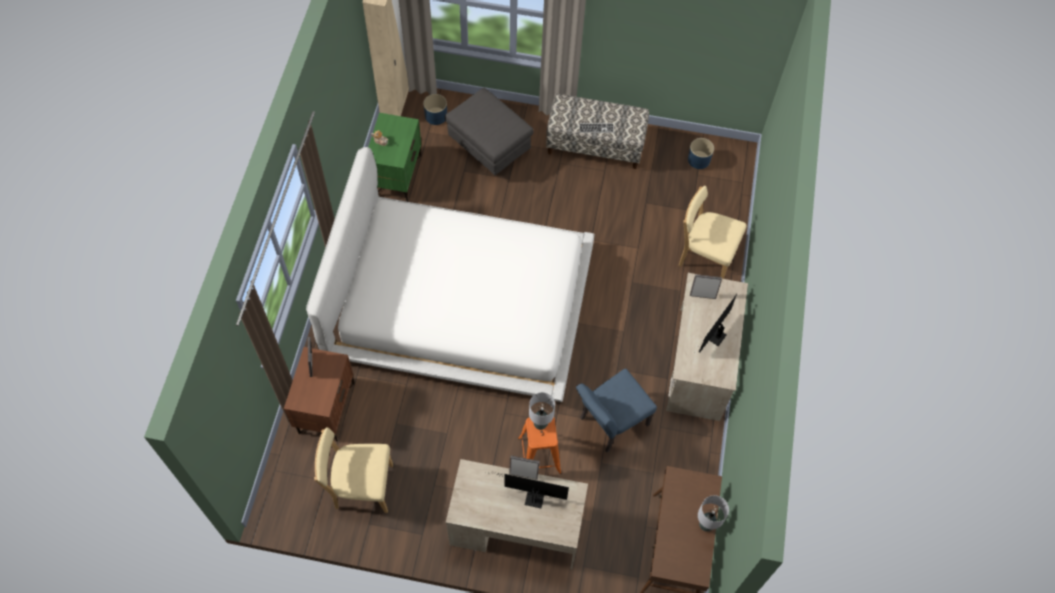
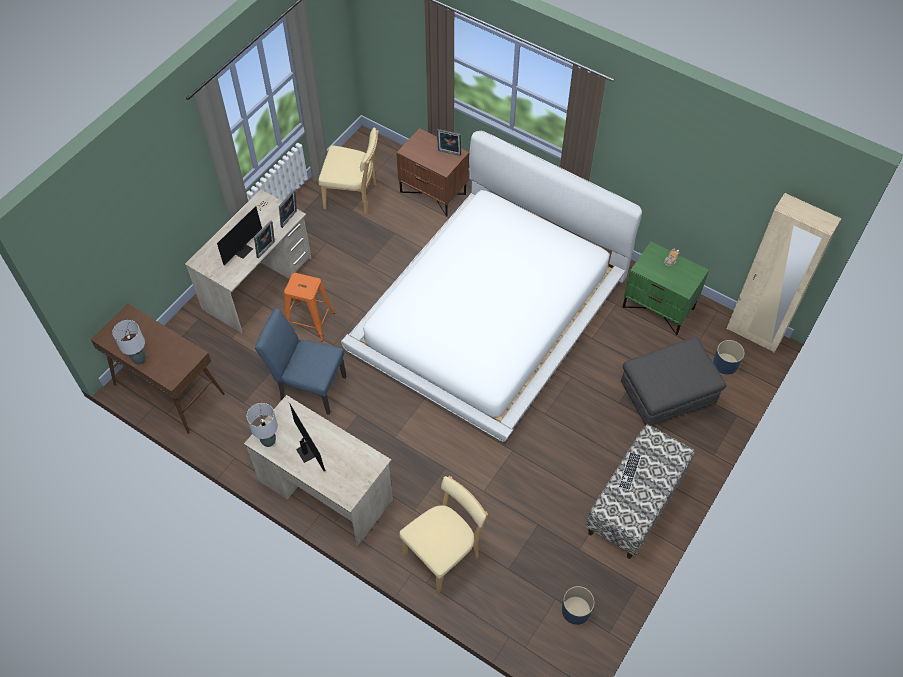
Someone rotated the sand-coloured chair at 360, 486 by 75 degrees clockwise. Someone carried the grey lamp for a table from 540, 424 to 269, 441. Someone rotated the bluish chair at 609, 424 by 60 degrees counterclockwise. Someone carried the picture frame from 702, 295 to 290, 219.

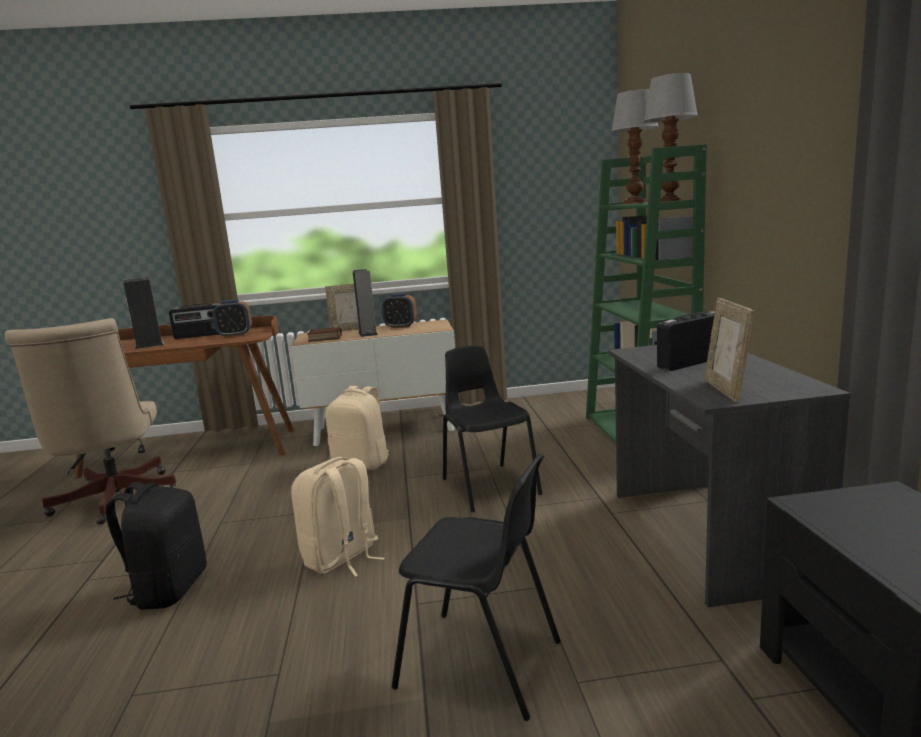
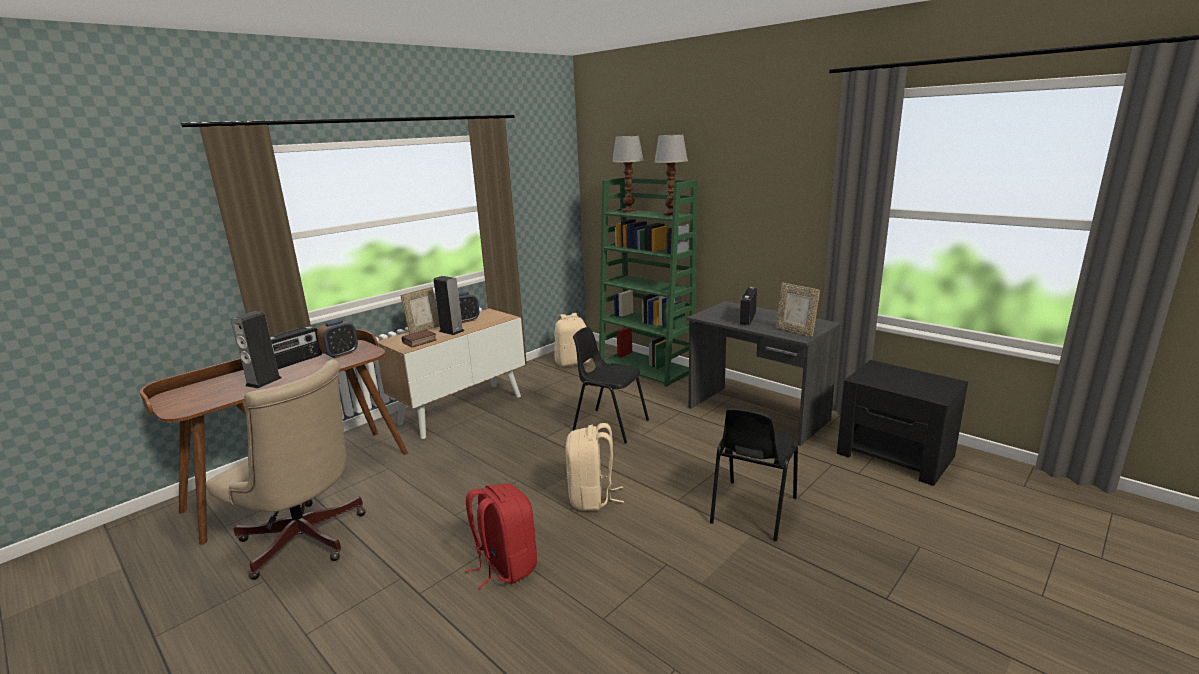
Someone repainted the blackish rucksack at 168, 589, which became the reddish rucksack at 505, 566. Someone carried the sand-coloured rucksack from 362, 463 to 573, 362. Someone rotated the blackish chair at 481, 664 by 135 degrees clockwise.

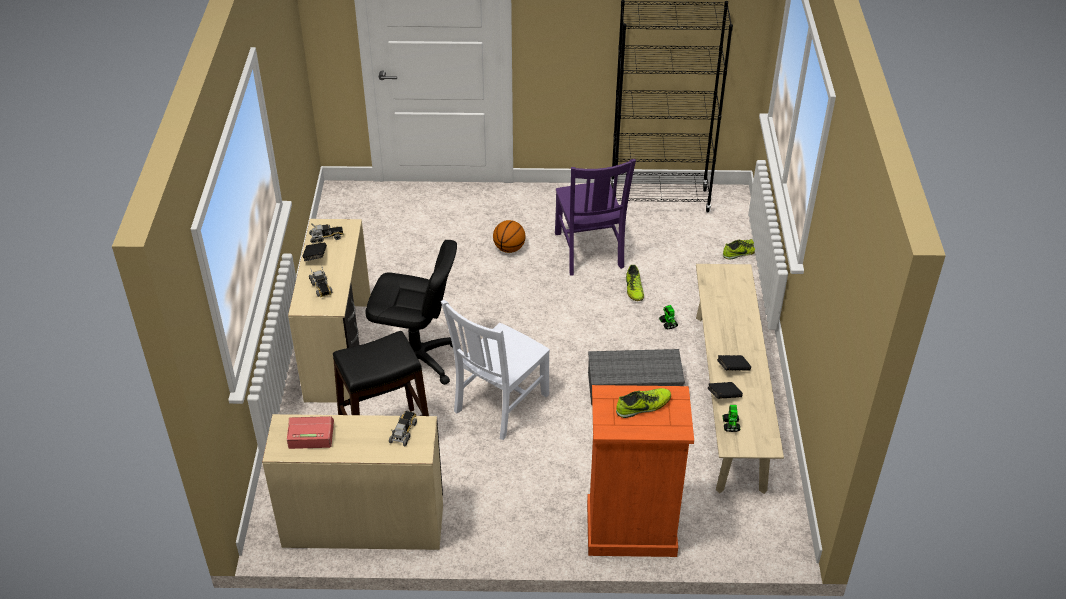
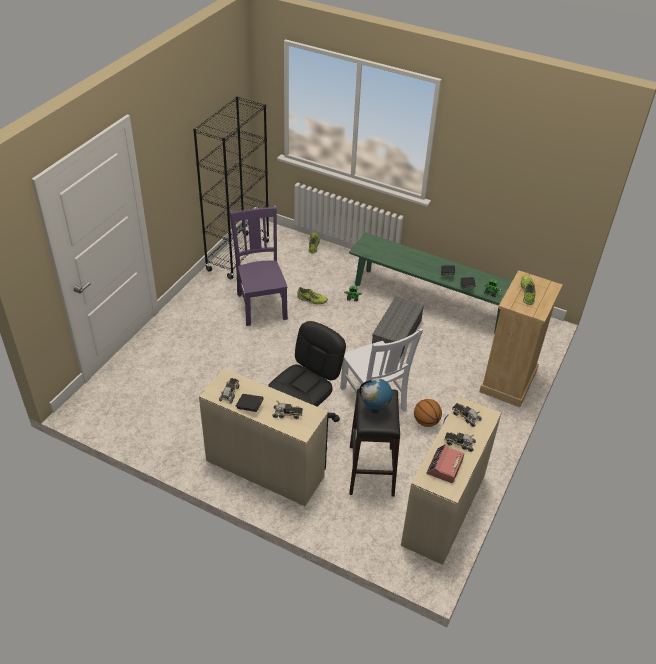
Someone carried the ball for basketball from 509, 248 to 426, 421. Someone rotated the purple chair at 589, 252 by 120 degrees counterclockwise. Someone repainted the orangey drawer chest at 630, 529, which became the sand-coloured drawer chest at 508, 381. Someone repainted the sand-coloured indoor bench at 729, 399, which became the green indoor bench at 430, 301. Someone put down the desk globe at 375, 409. Someone put down the model truck at 459, 443.

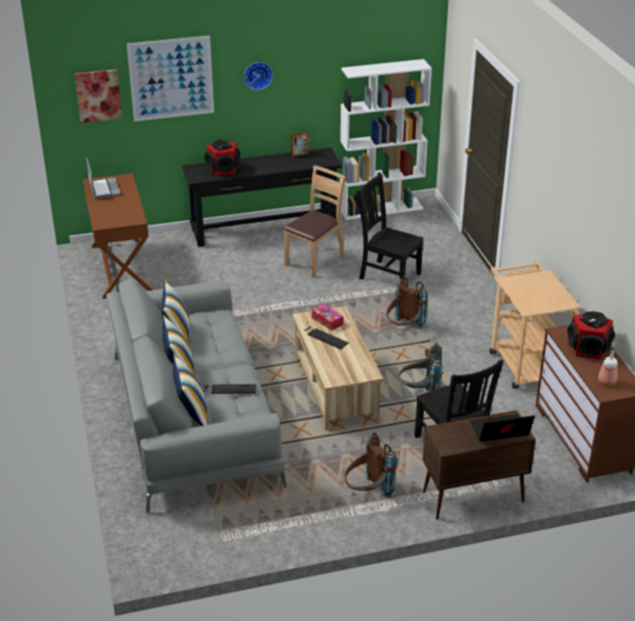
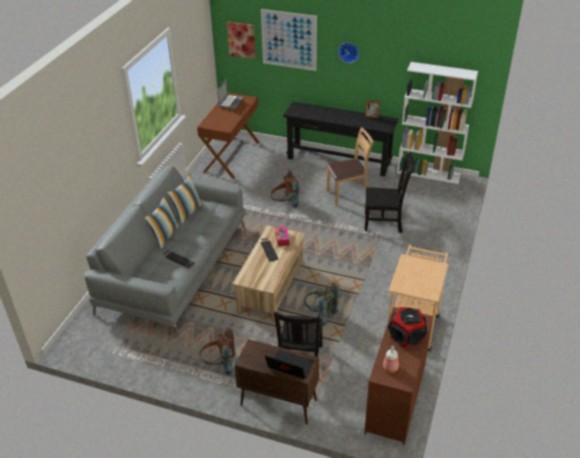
Someone took away the pillow at 191, 413. Someone took away the audio speaker at 224, 169. Someone rotated the blackish chair at 388, 275 by 120 degrees clockwise. Someone carried the brown rucksack from 403, 329 to 284, 204.

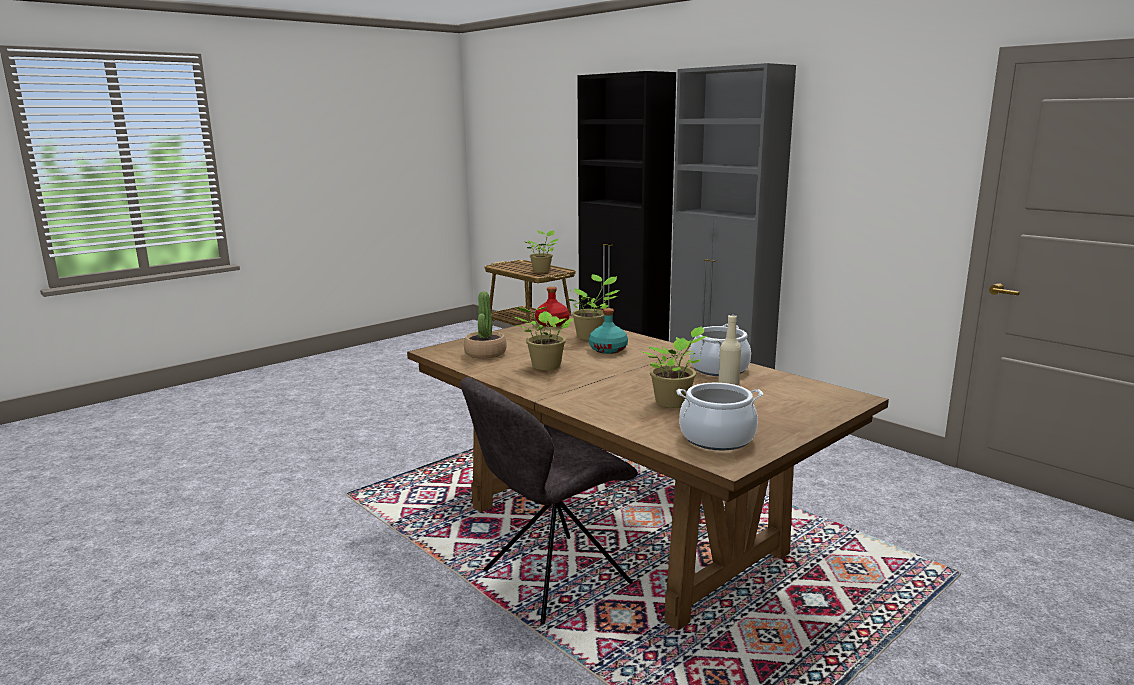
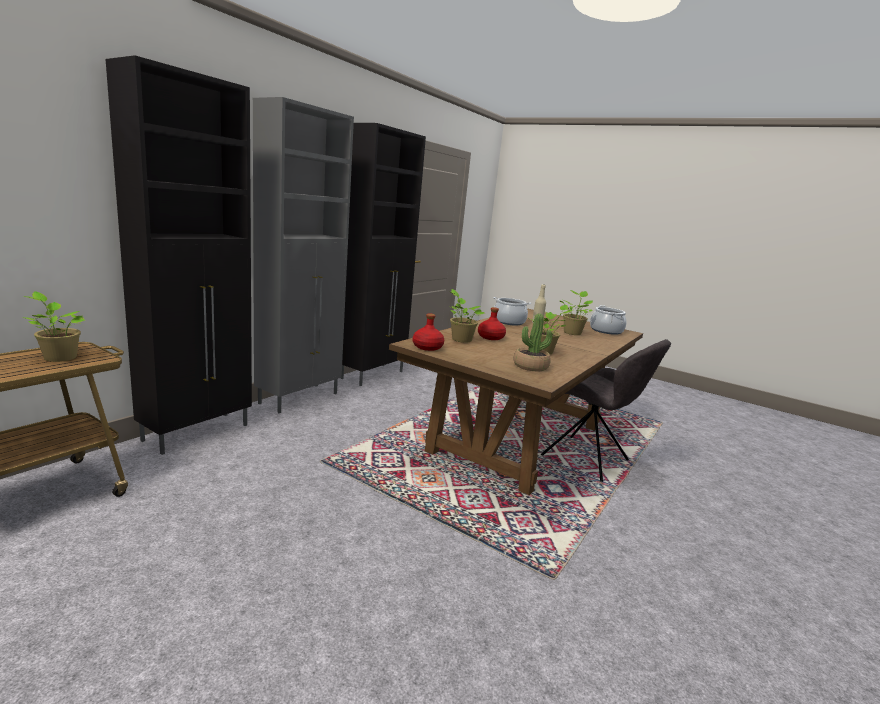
Someone repainted the turquoise-coloured bottle at 608, 349, which became the reddish bottle at 490, 337. Someone put down the blackish cabinet at 373, 375.

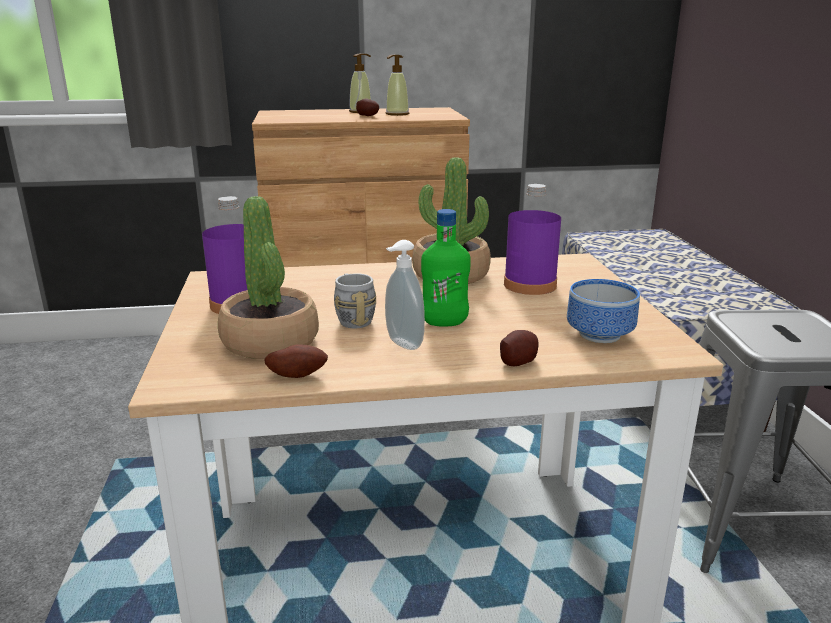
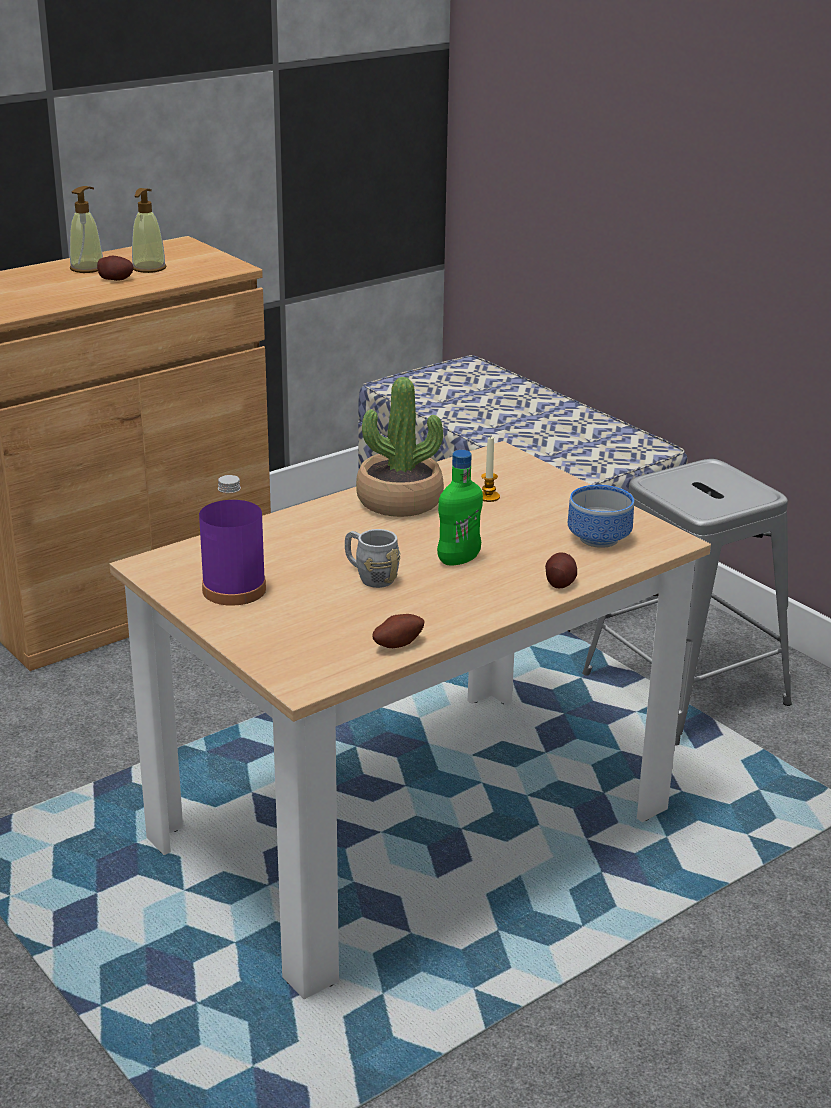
Someone took away the houseplant at 271, 341. Someone took away the soap dispenser at 402, 344. Someone swapped the purple bottle at 530, 285 for the wax light at 488, 497.

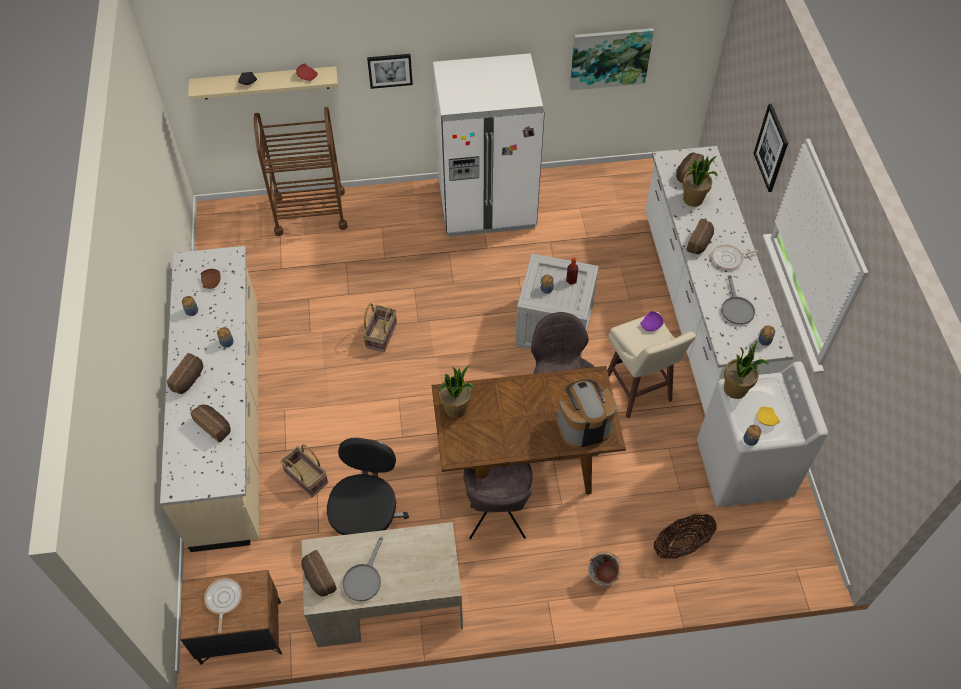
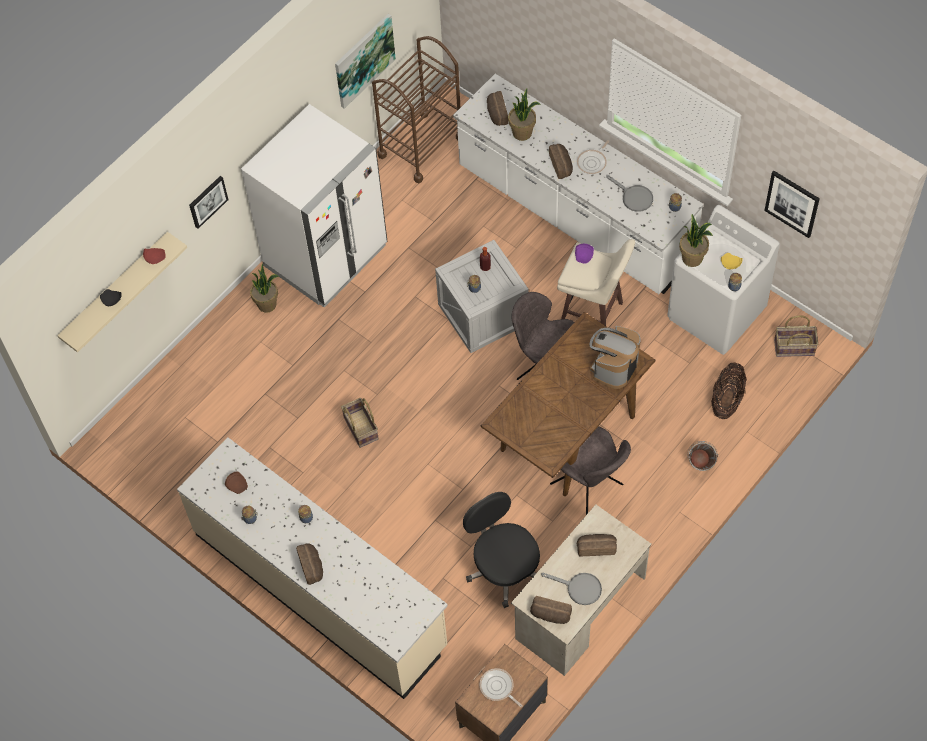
Someone carried the bread from 214, 426 to 596, 547. Someone carried the brown wheeled cart from 310, 212 to 421, 146. Someone carried the household basket from 305, 478 to 794, 348. Someone rotated the grey skillet at 364, 578 by 45 degrees counterclockwise. Someone carried the houseplant from 456, 409 to 267, 304. Someone carried the wall picture from 771, 148 to 792, 203.

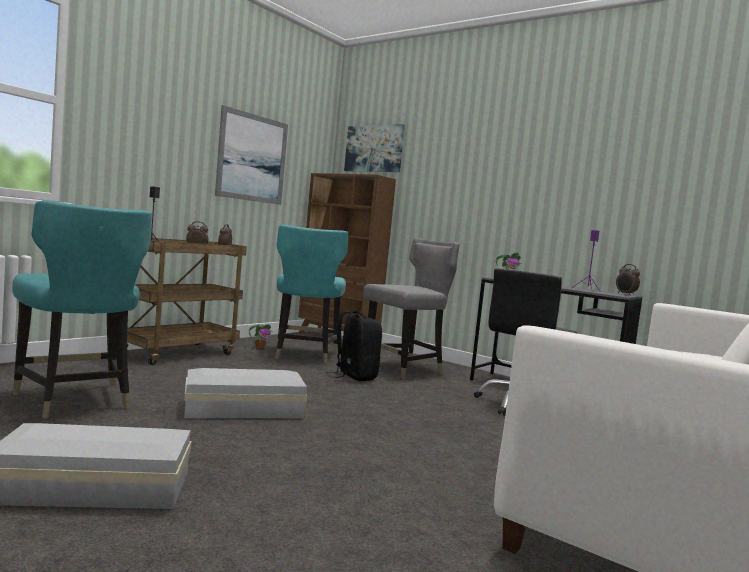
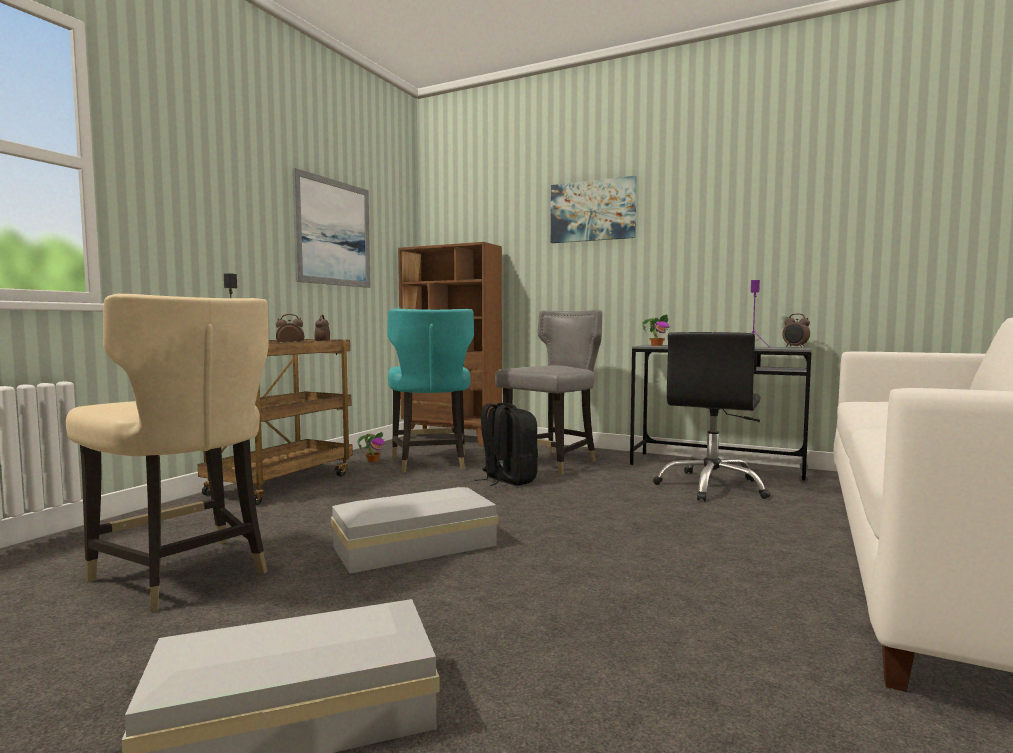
Someone repainted the turquoise-coloured chair at 75, 400, which became the sand-coloured chair at 183, 574. Someone carried the wall picture from 374, 149 to 592, 211.

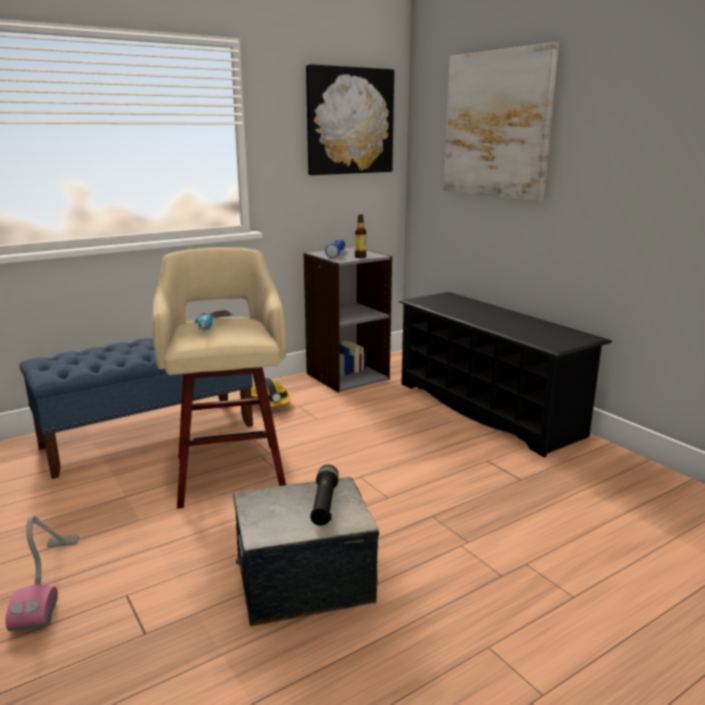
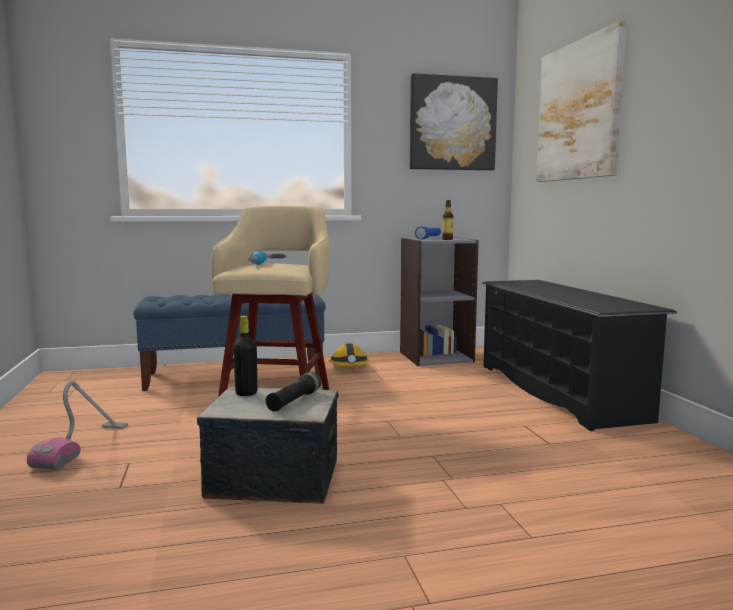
Someone put down the blackish bottle at 246, 393.

